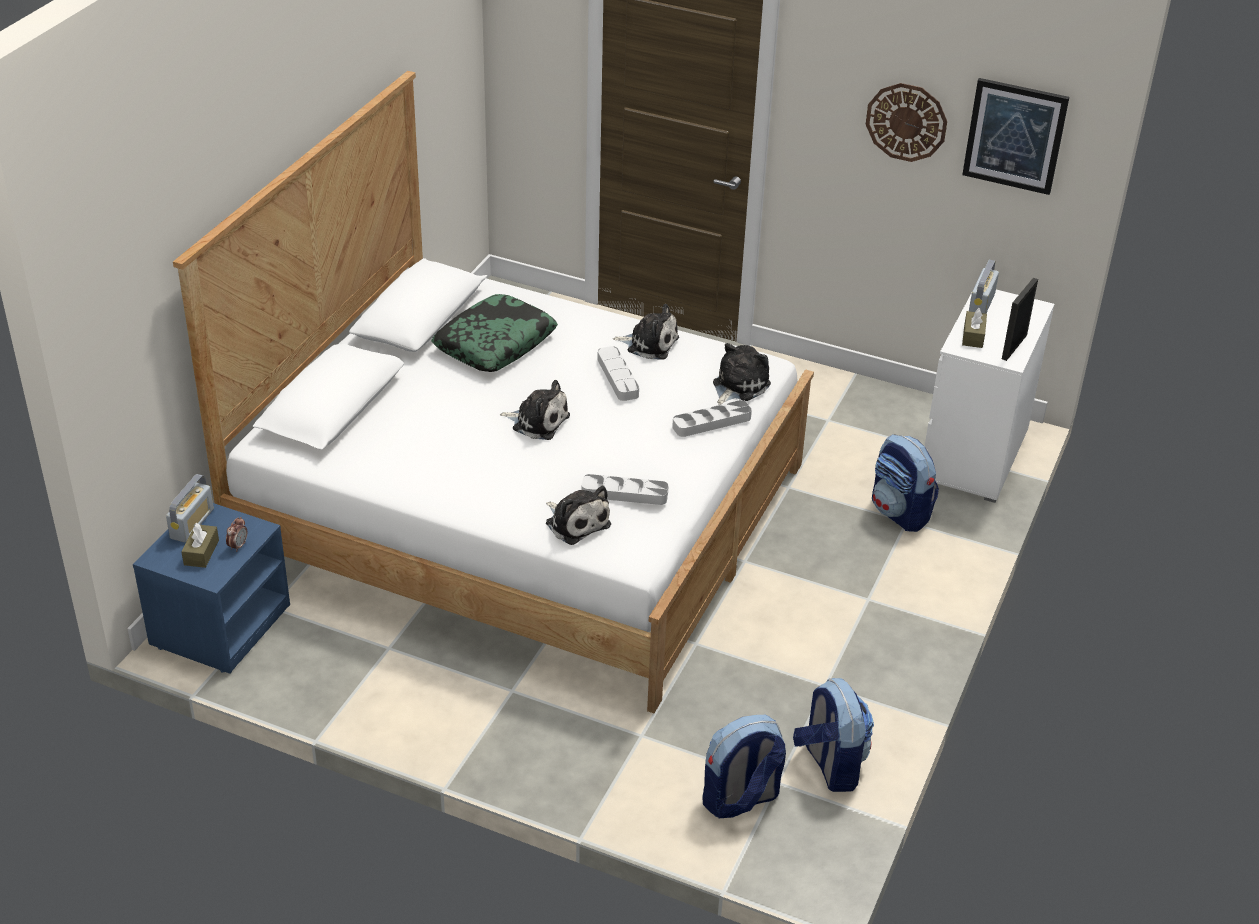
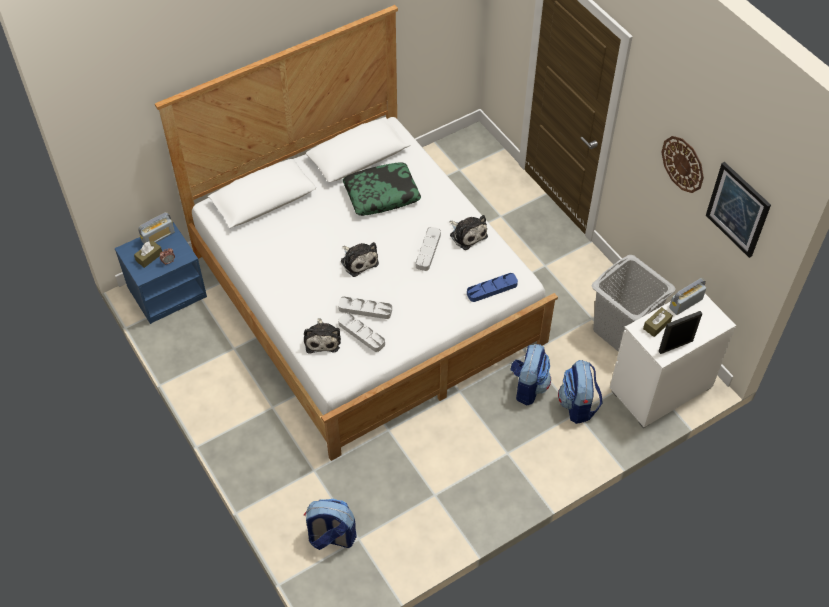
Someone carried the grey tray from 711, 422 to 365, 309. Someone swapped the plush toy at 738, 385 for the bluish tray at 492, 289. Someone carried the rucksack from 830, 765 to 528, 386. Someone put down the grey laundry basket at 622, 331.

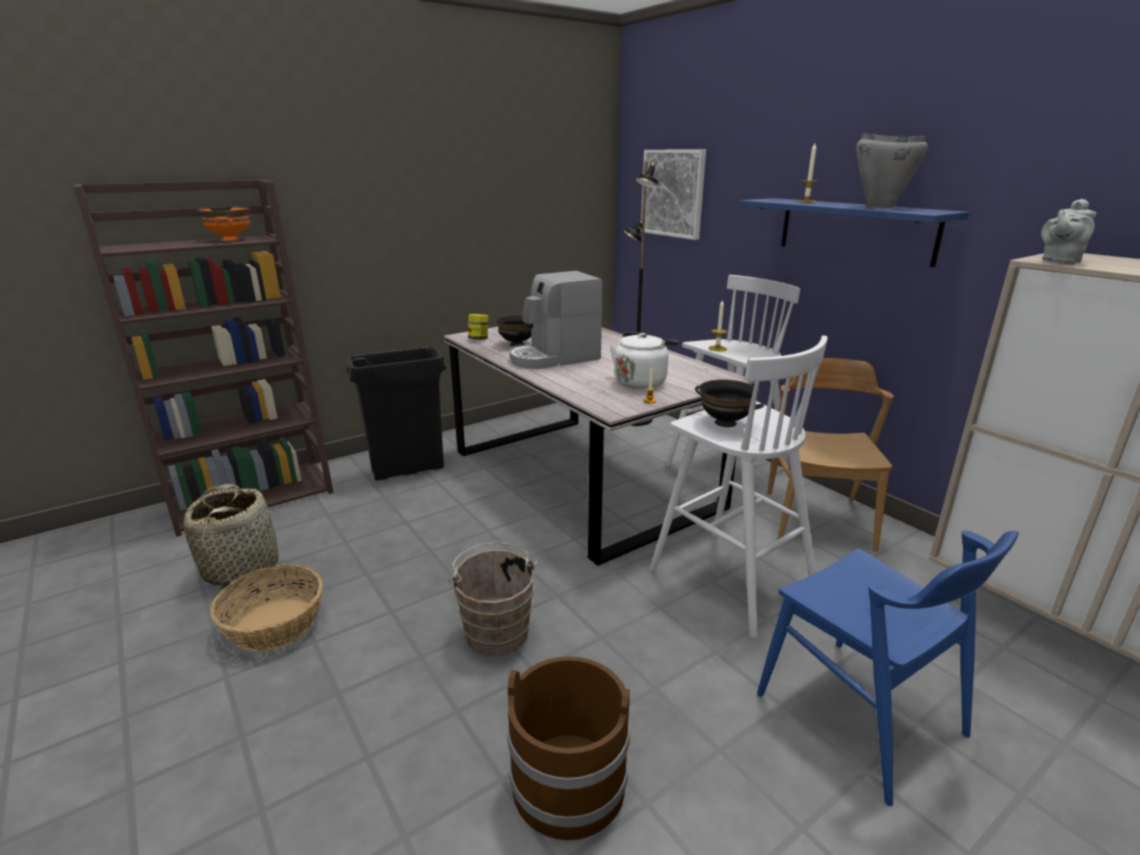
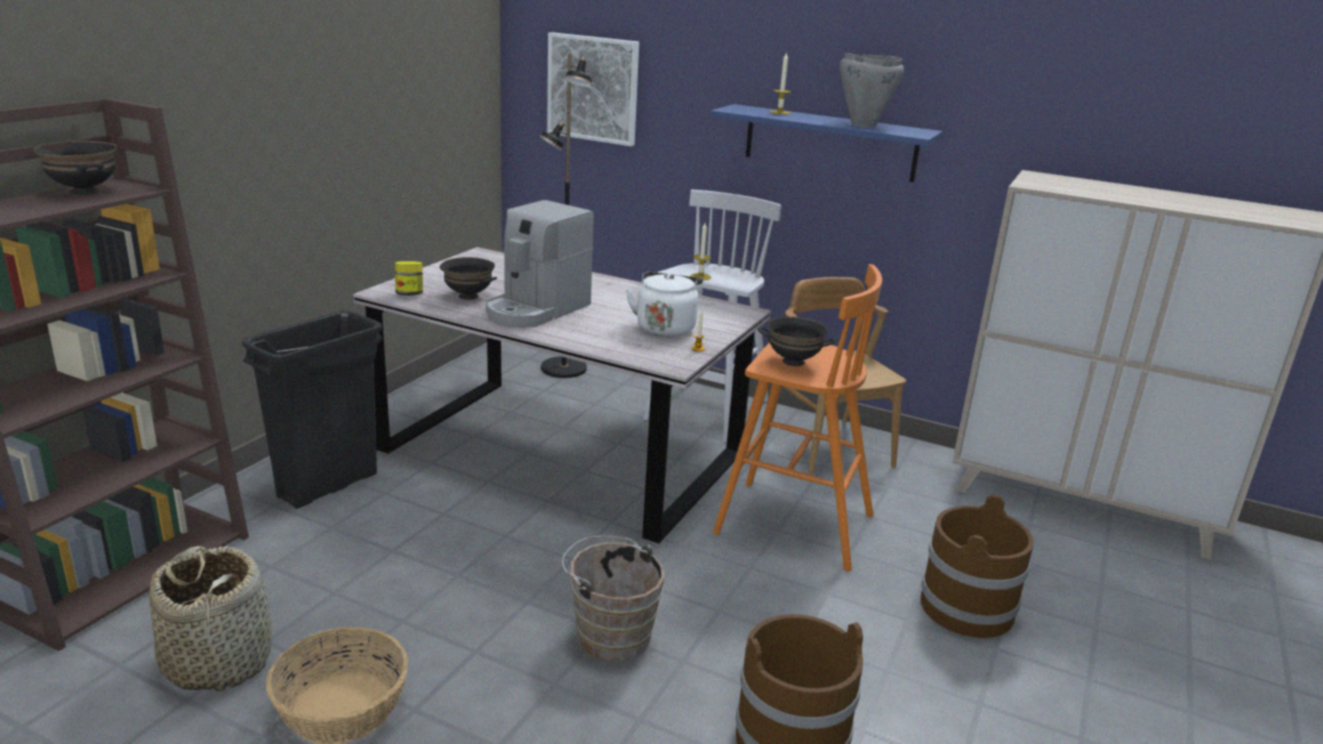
Someone repainted the orangey bowl at 229, 239, which became the blackish bowl at 83, 192. Someone repainted the white-coloured sitting stool at 729, 579, which became the orangey sitting stool at 791, 524. Someone swapped the bluish chair at 860, 715 for the brown pail at 967, 608. Someone took away the grey tea pot at 1059, 261.

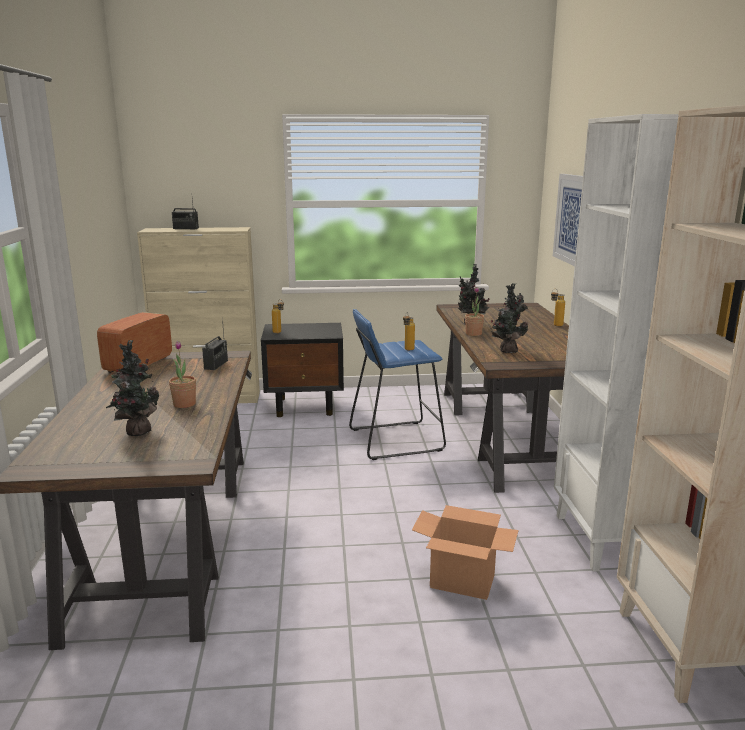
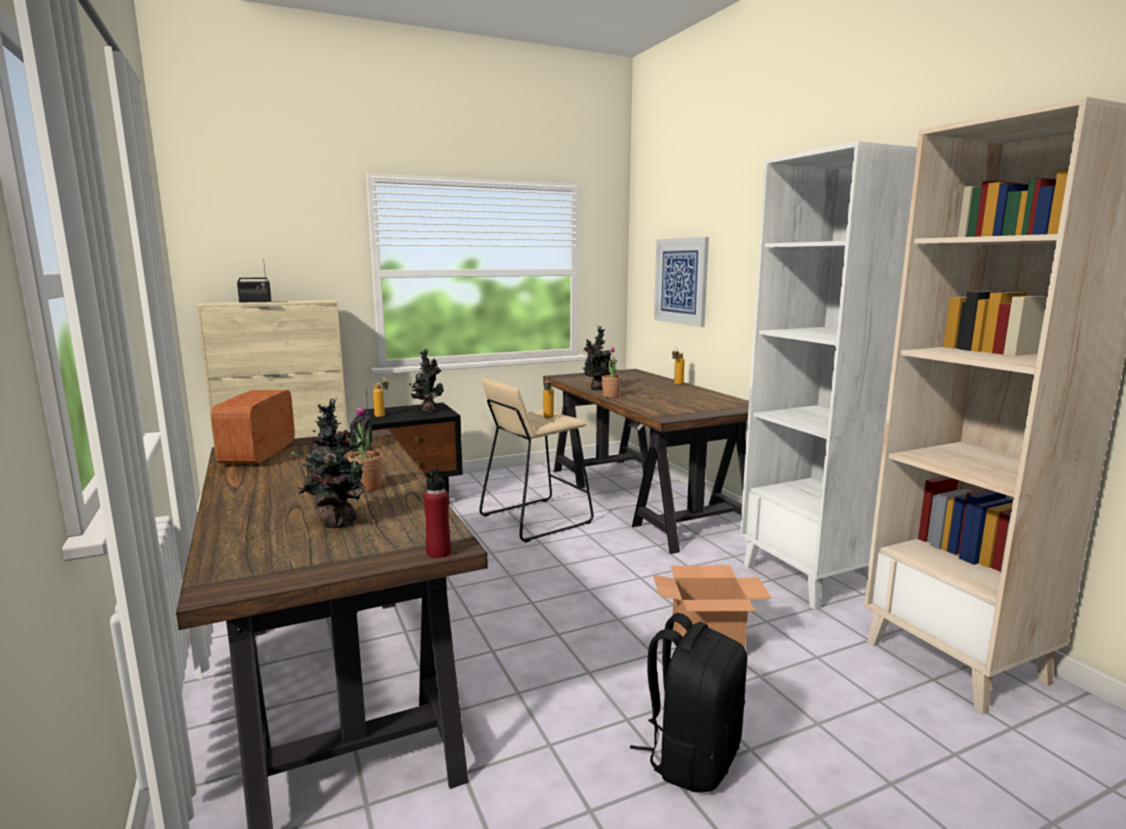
Someone repainted the bluish sitting stool at 395, 439, which became the sand-coloured sitting stool at 535, 519. Someone carried the houseplant from 507, 350 to 427, 410. Someone put down the reddish bottle at 438, 553. Someone put down the blackish rucksack at 692, 757.

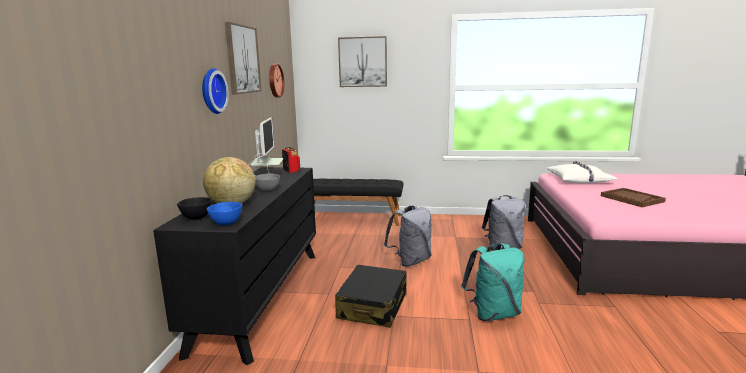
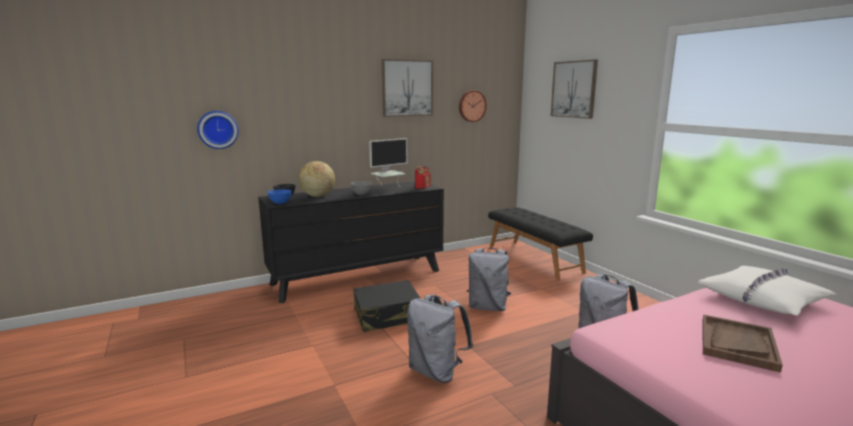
Someone carried the clock on the wall from 211, 91 to 217, 129. Someone repainted the turquoise-coloured rucksack at 493, 314, which became the grey rucksack at 436, 371.

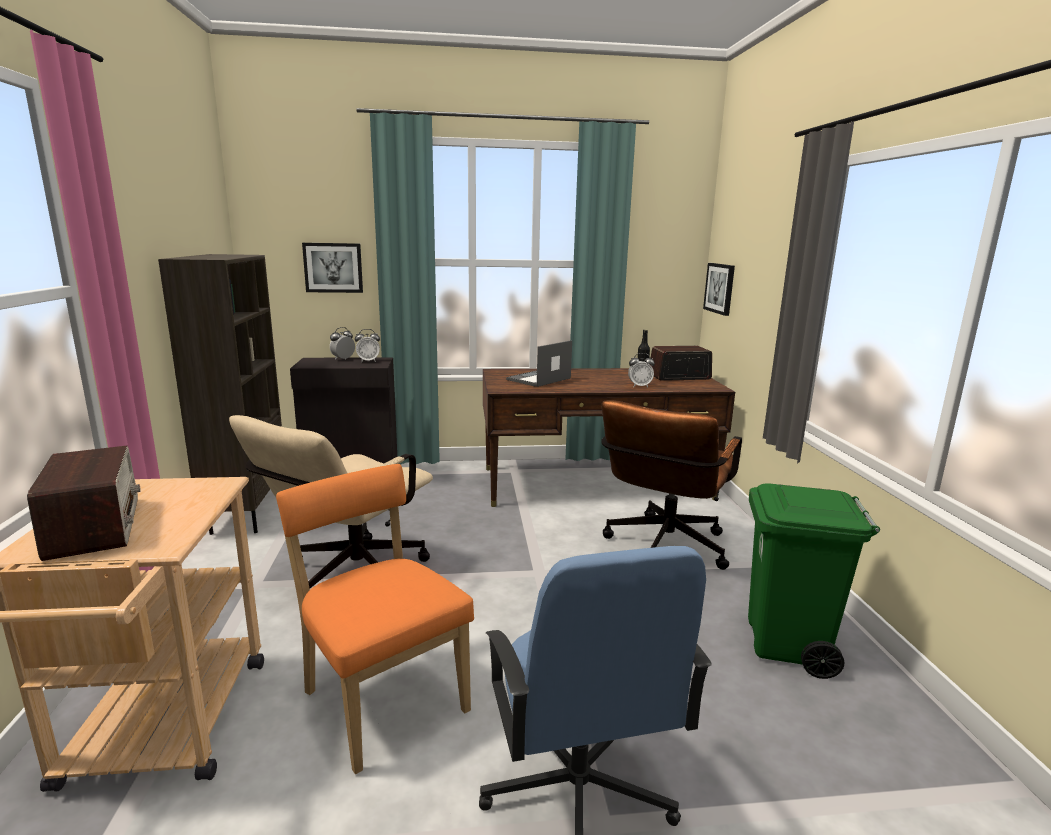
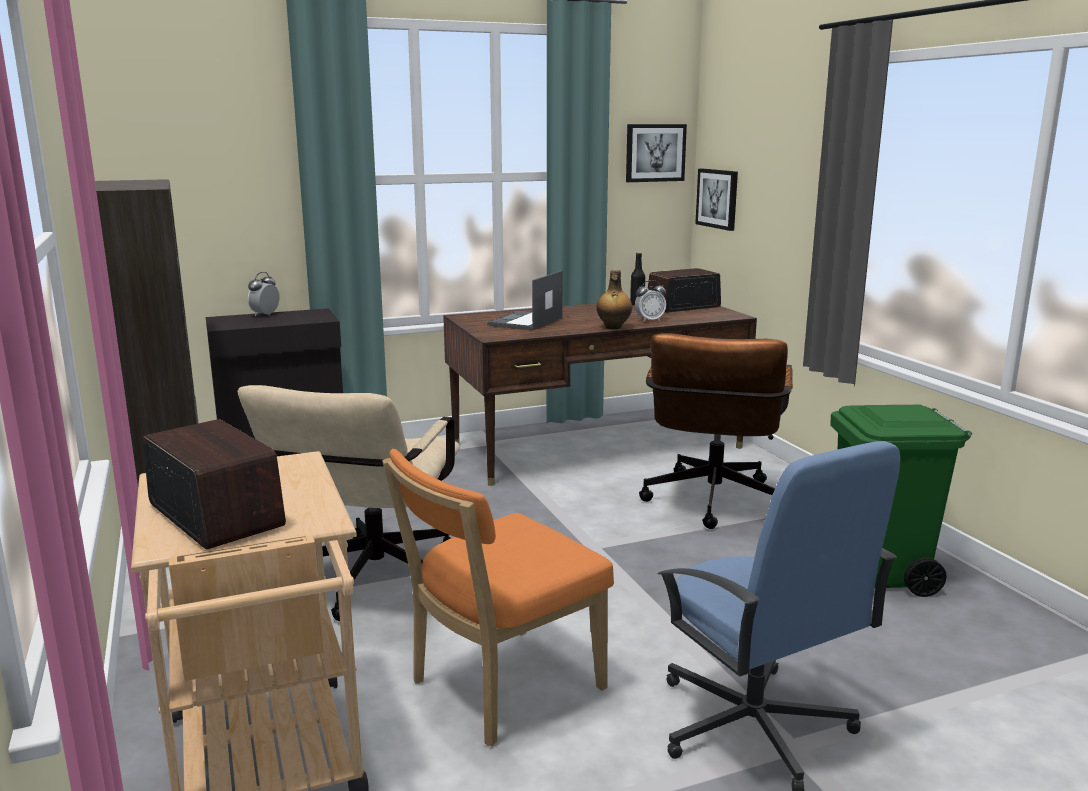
Someone rotated the orangey chair at 382, 697 by 75 degrees counterclockwise. Someone carried the wall picture from 333, 267 to 655, 153. Someone took away the table clock at 368, 361. Someone put down the bottle at 613, 327.

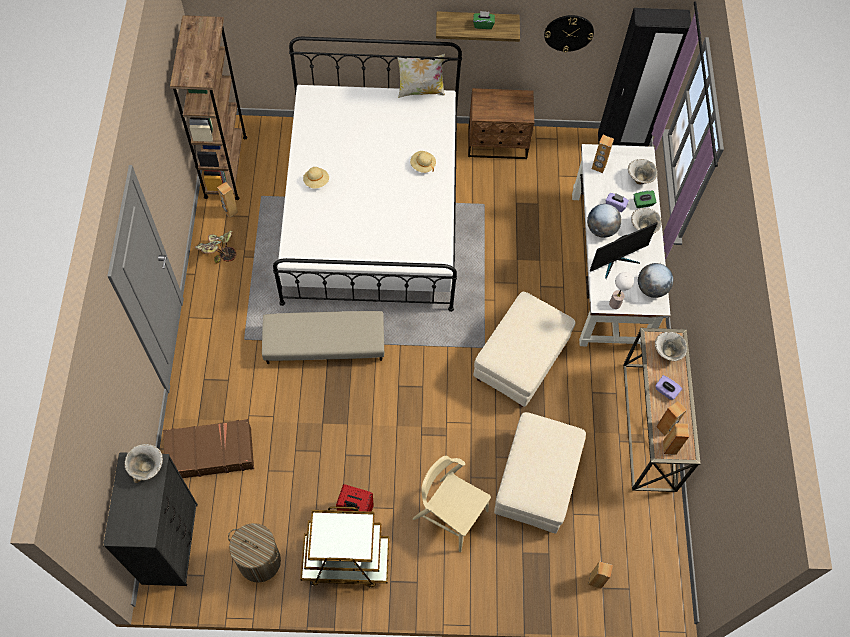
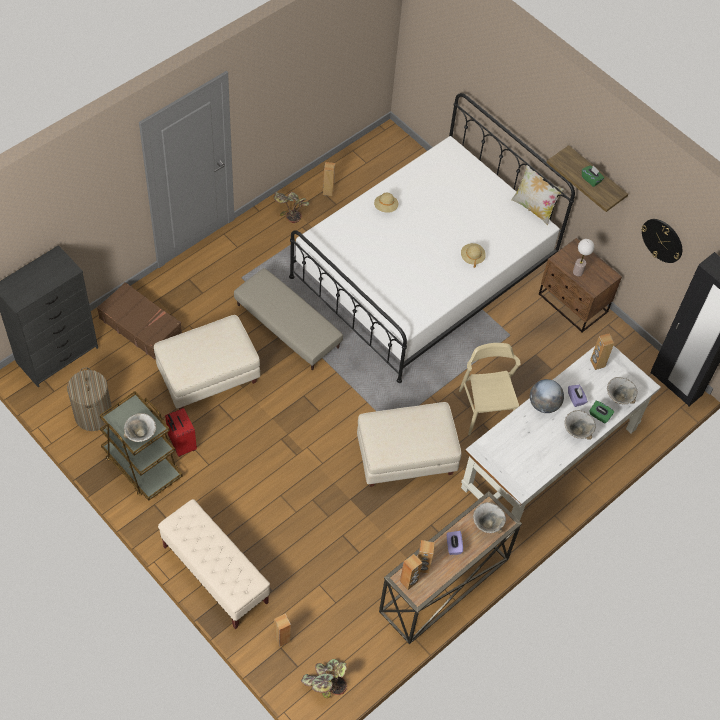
Someone carried the bowl from 147, 468 to 141, 435. Someone took away the brown bookshelf at 225, 166. Someone carried the sand-coloured chair from 450, 514 to 486, 410. Someone carried the sand-coloured ottoman from 536, 482 to 208, 377. Someone took away the computer screen at 616, 261. Someone carried the lamp for a table from 615, 304 to 577, 272. Someone took away the desk globe at 651, 288. Someone put down the sand-coloured indoor bench at 215, 574. Someone put down the houseplant at 325, 682.

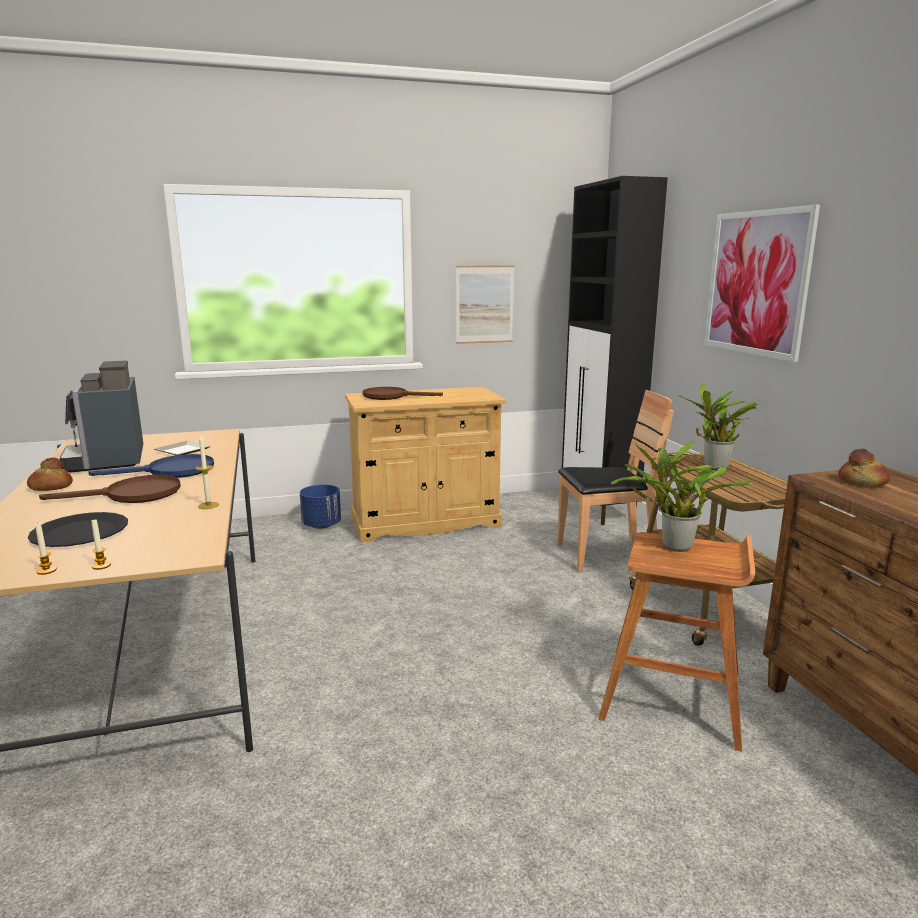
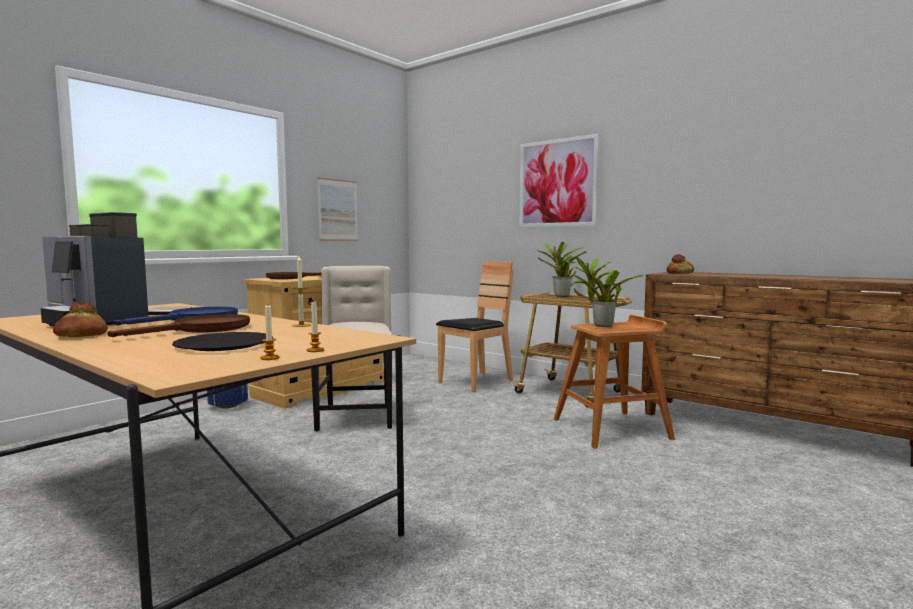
Someone took away the blackish cabinet at 598, 508. Someone put down the sand-coloured chair at 356, 417.

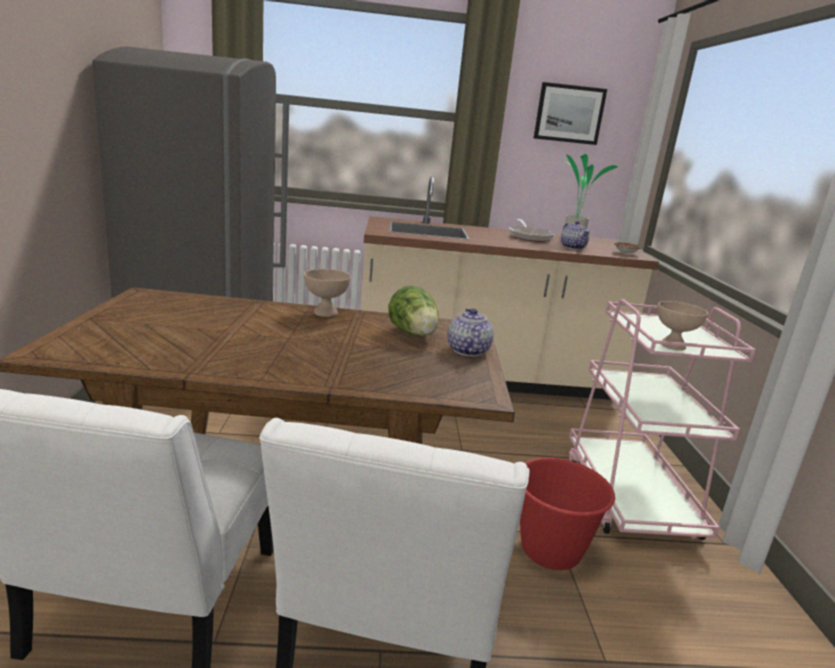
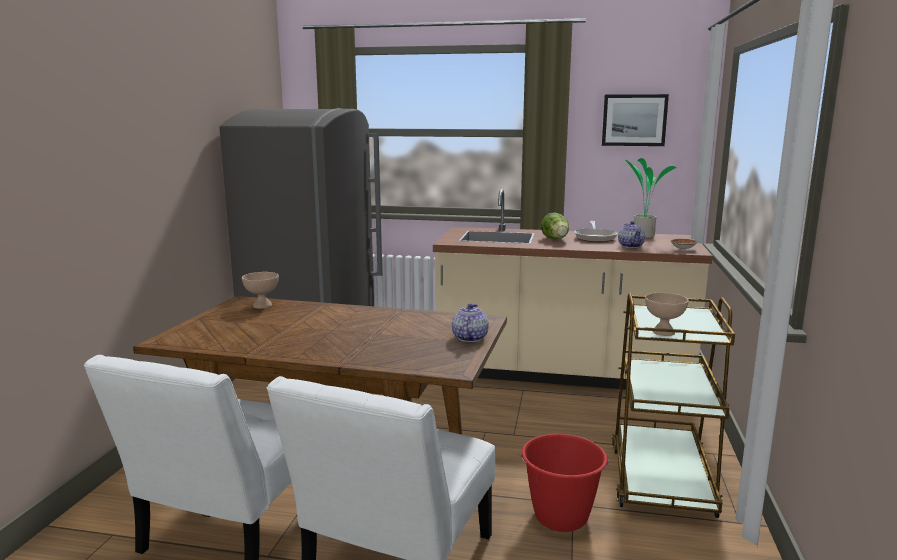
Someone carried the sand-coloured bowl from 325, 312 to 262, 305. Someone carried the lettuce head from 414, 334 to 556, 240. Someone repainted the pink wheeled cart at 629, 497, which became the brown wheeled cart at 661, 479.

